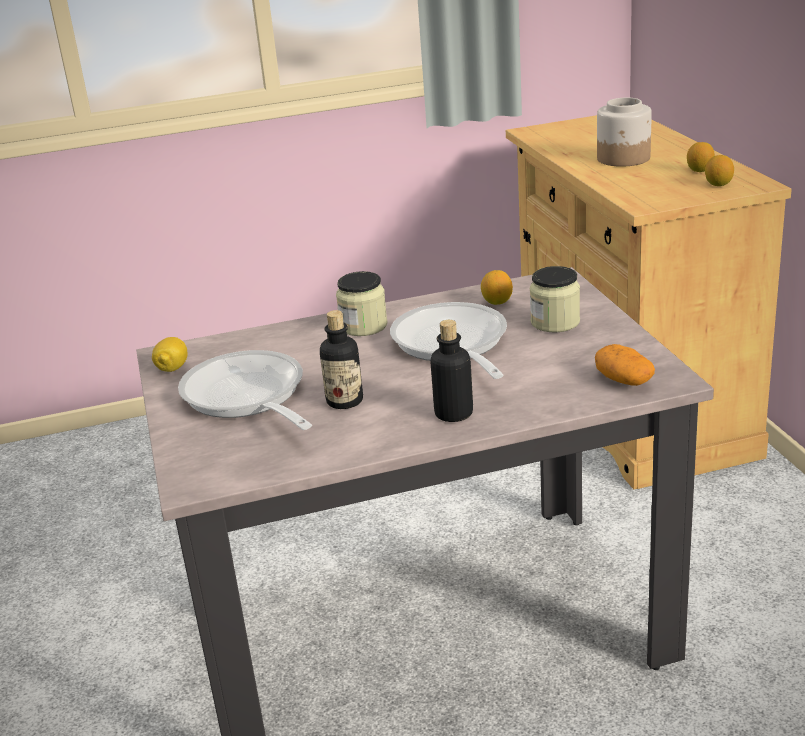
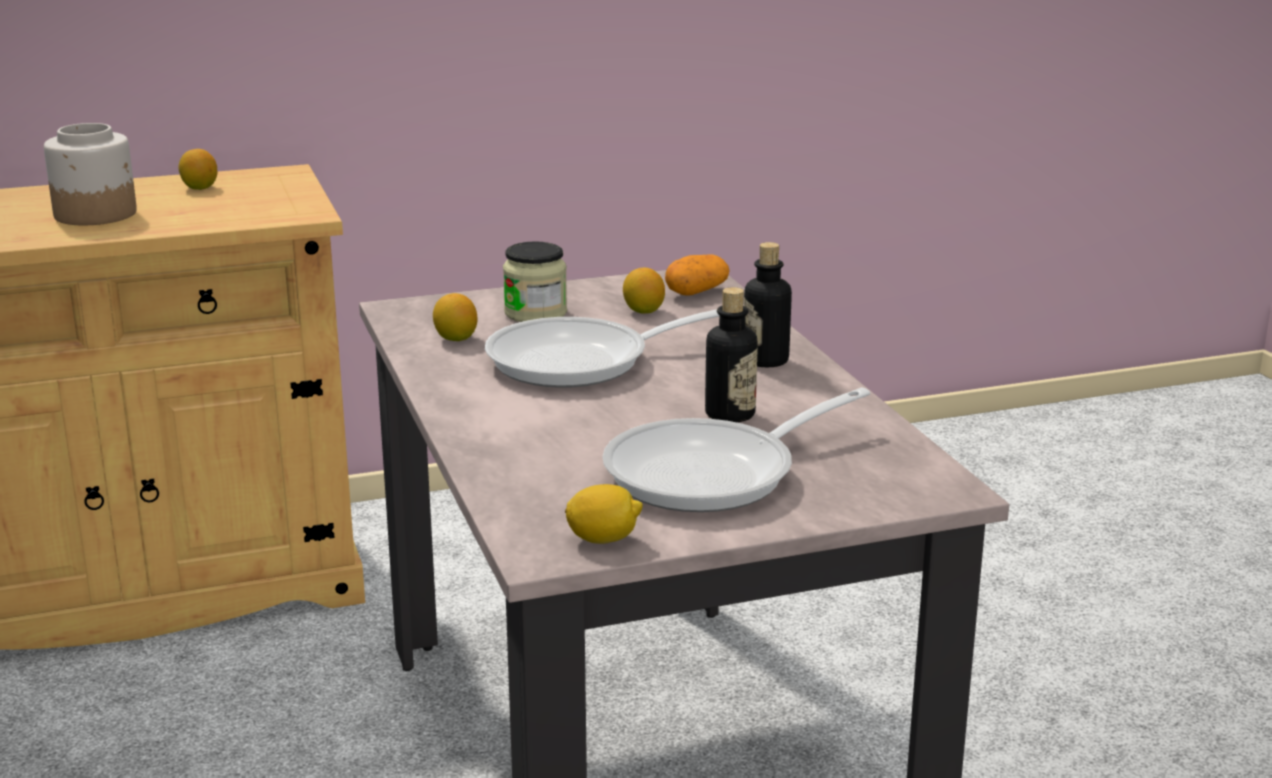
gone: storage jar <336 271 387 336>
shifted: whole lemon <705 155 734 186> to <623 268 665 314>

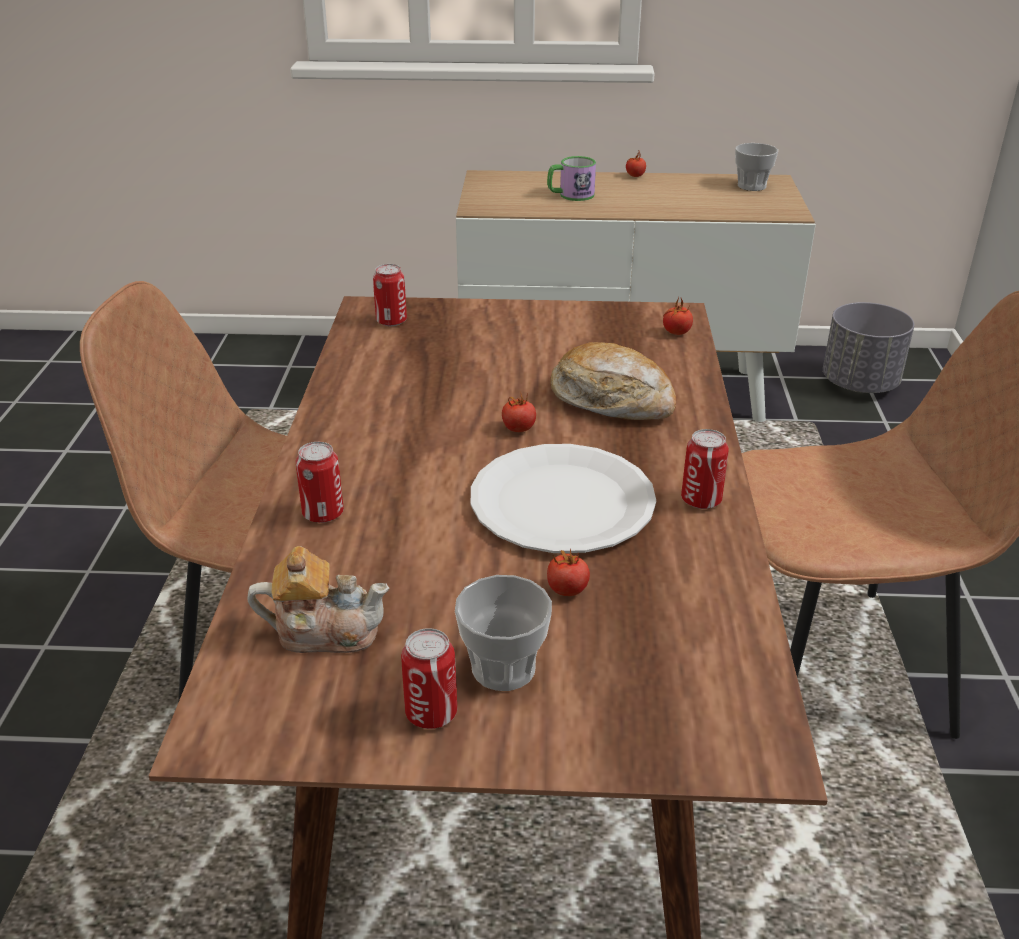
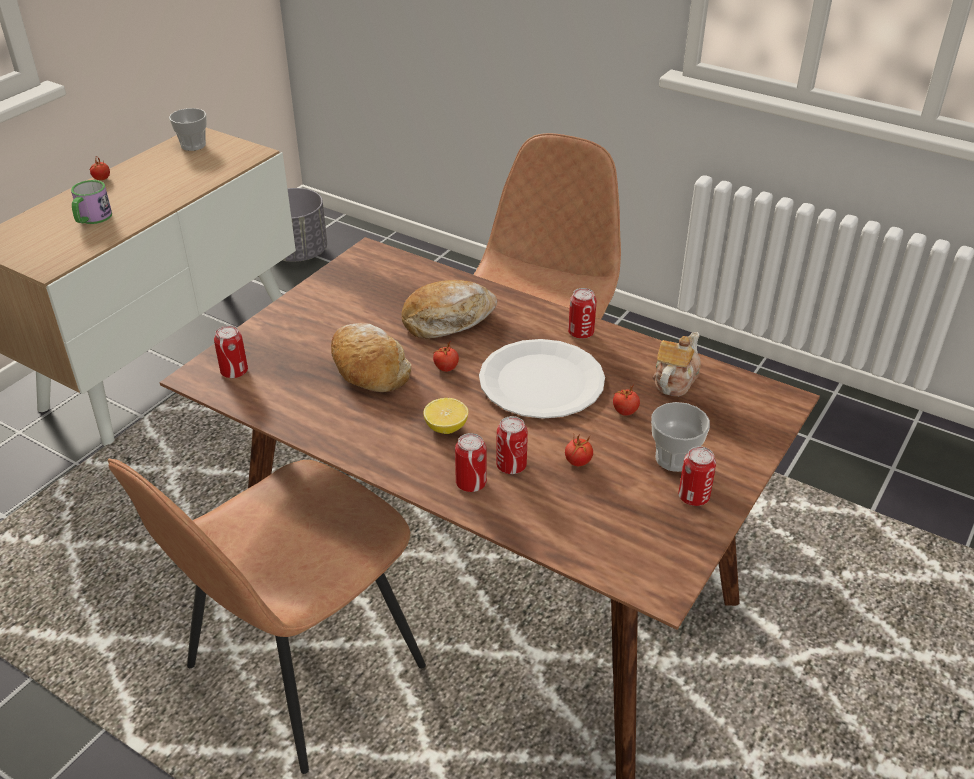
new: bread <331 323 411 392>; whole lemon <423 398 468 434>; can <496 416 528 474>
shifted: fresh tomato <663 298 693 335> to <565 434 593 466>; teapot <247 546 390 653> to <652 332 701 397>

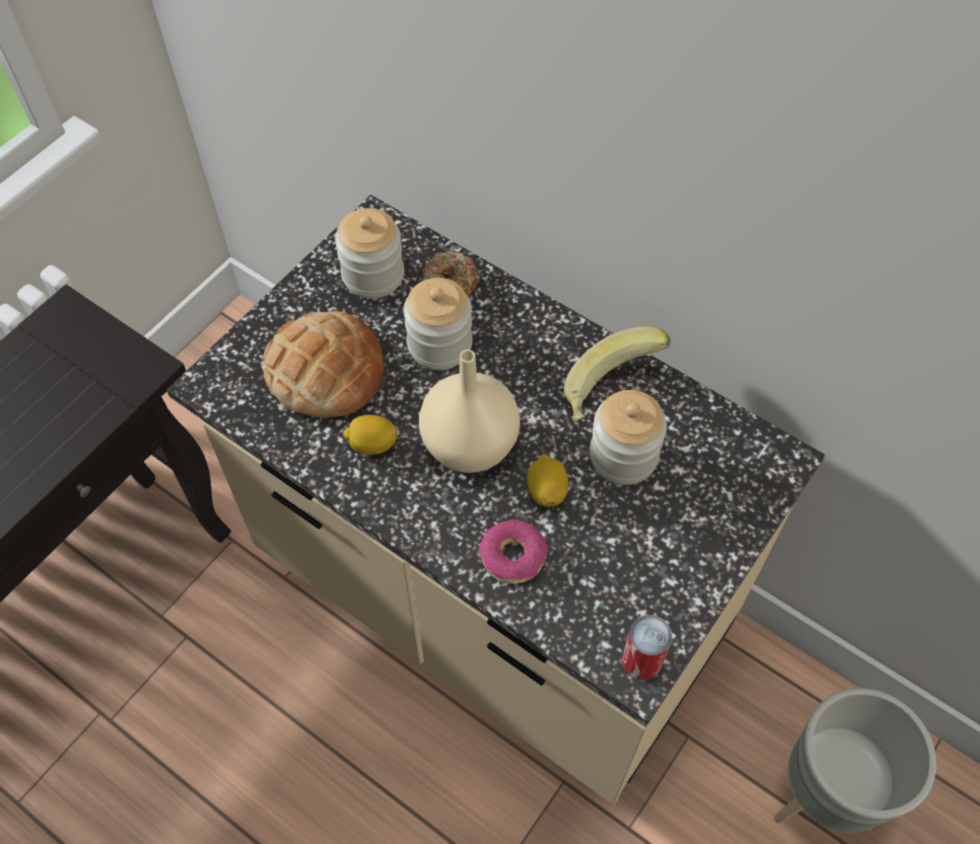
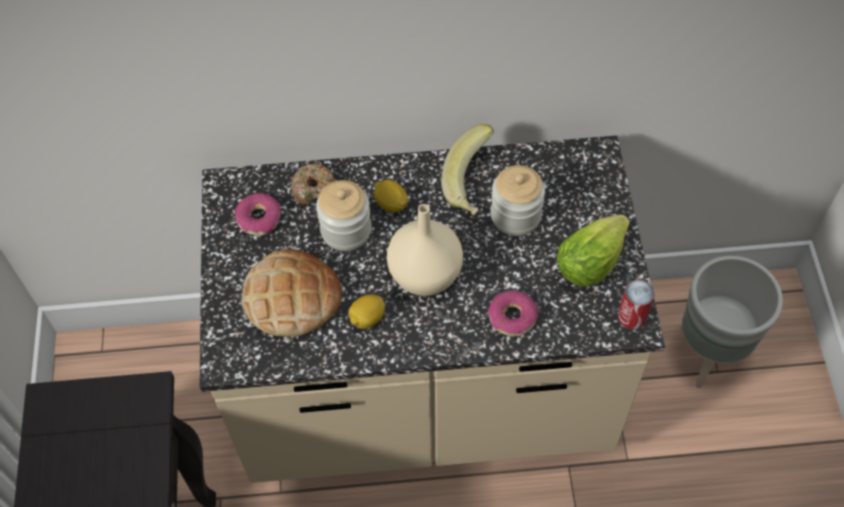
new: lettuce <557 215 630 287>
shifted: whole lemon <527 454 568 507> to <374 180 408 212>
swapped: storage jar <335 208 404 299> to doughnut <235 193 281 236>

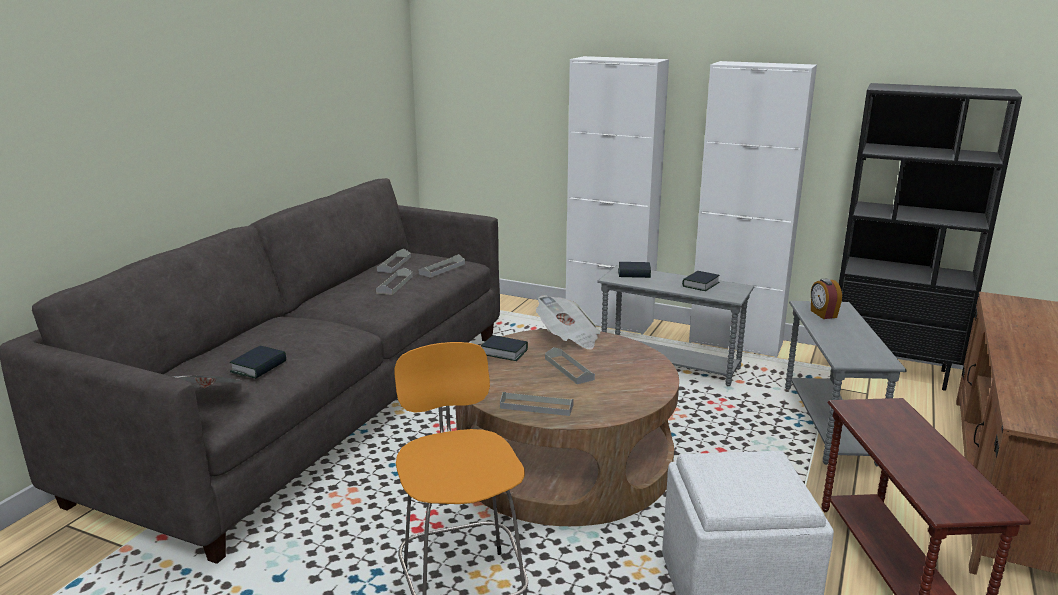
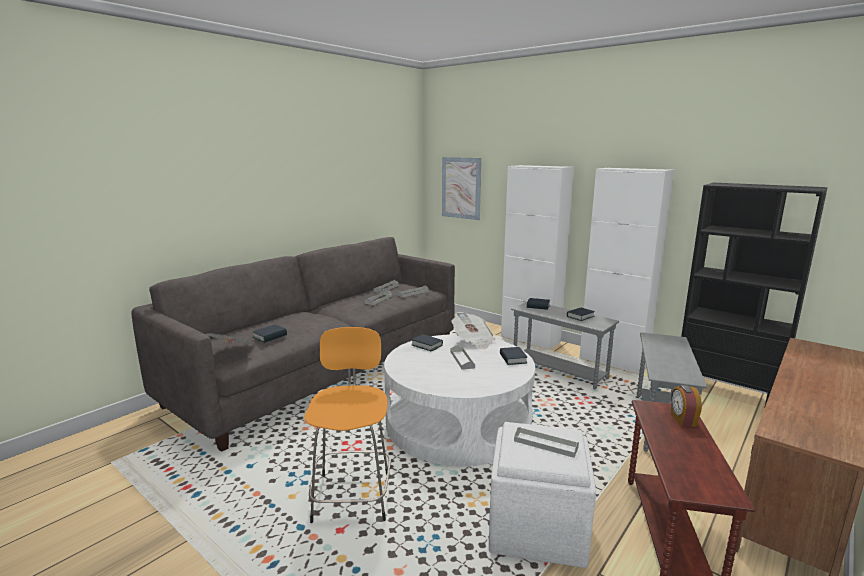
new: picture <442 157 482 220>; volume <500 347 527 365>
shifted: carrying tray (gray) <500 392 574 416> to <514 427 579 458>; alarm clock <811 279 842 319> to <671 385 702 427>
repainted: coffee table (brown-coloured) <455 329 679 526> to coffee table (white-coloured) <384 334 535 466>

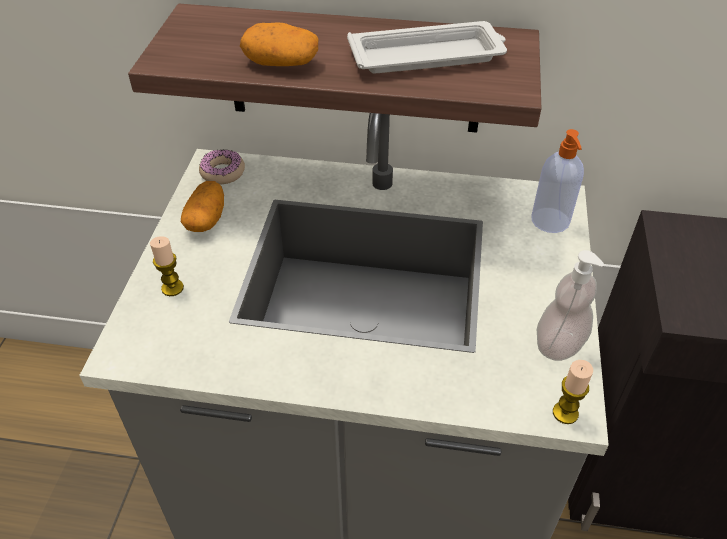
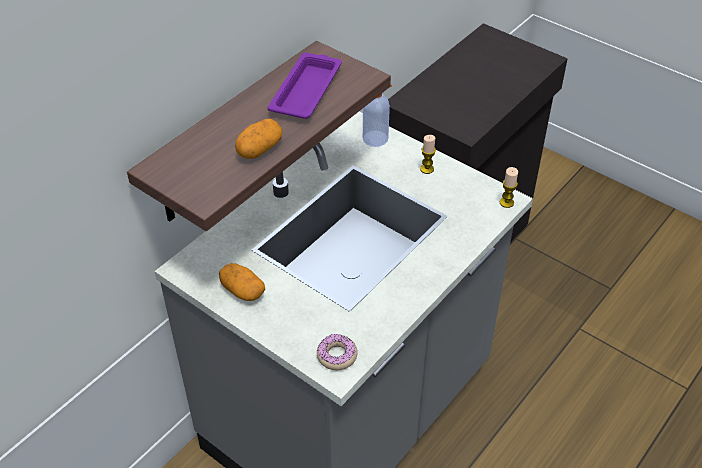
gone: liquid soap bottle <537 250 604 361>
shifted: doughnut <199 149 245 184> to <317 334 358 370>; wax light <150 236 184 296> to <420 135 436 174>
repainted: carrying tray (white-coloured) <347 21 507 73> to carrying tray (purple) <267 53 342 119>

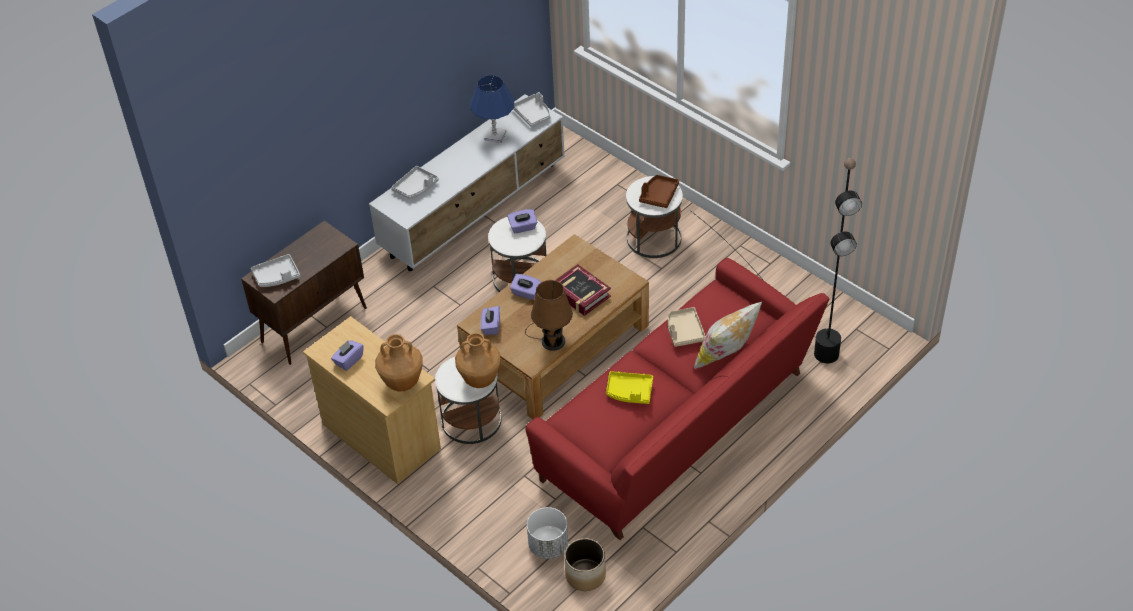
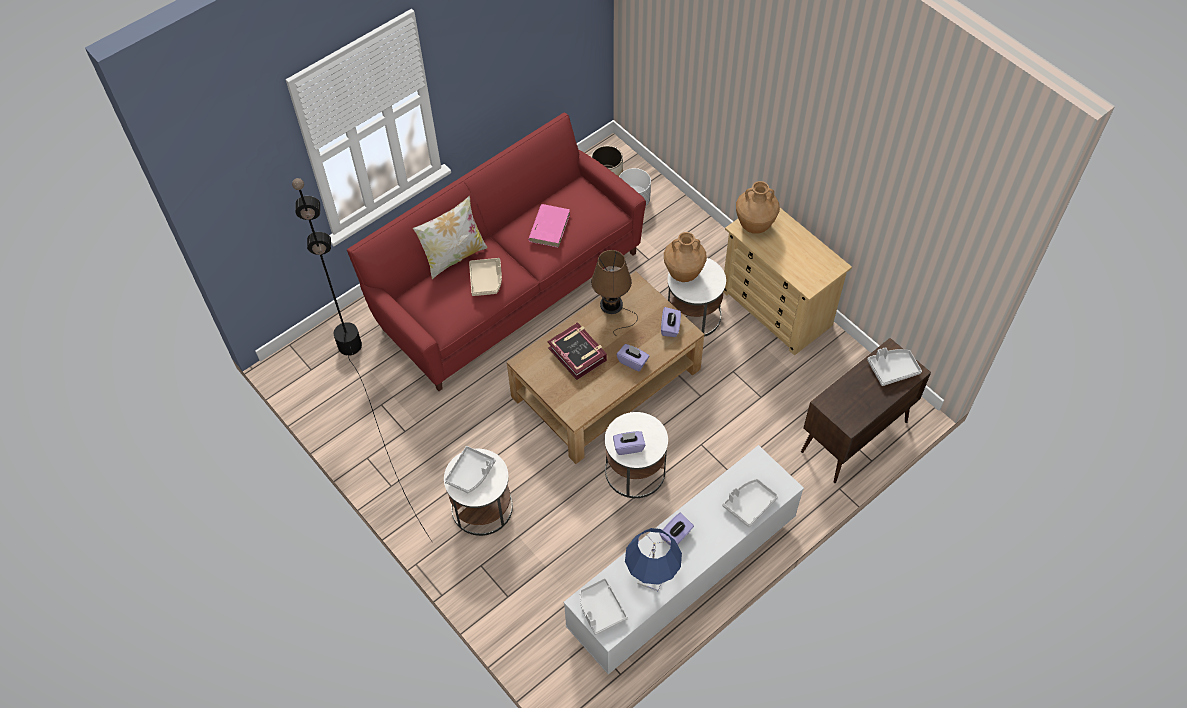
shifted: tissue box (purple) <331 340 364 371> to <660 513 694 545>
swapped: carrying tray (yellow) <606 371 653 404> to volume (pinkish) <528 204 570 248>
repainted: carrying tray (brown-coloured) <639 175 679 208> to carrying tray (gray) <445 446 496 493>

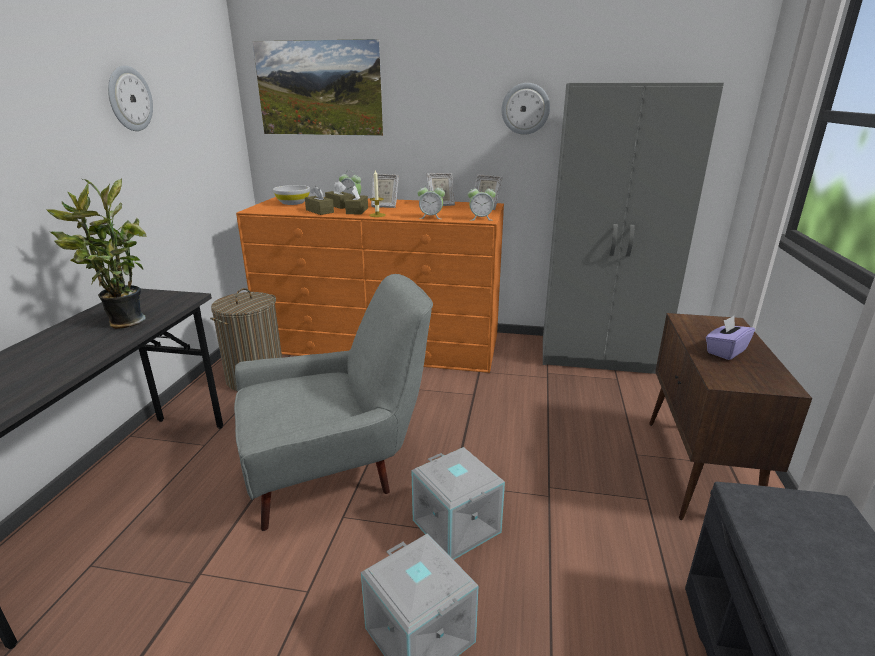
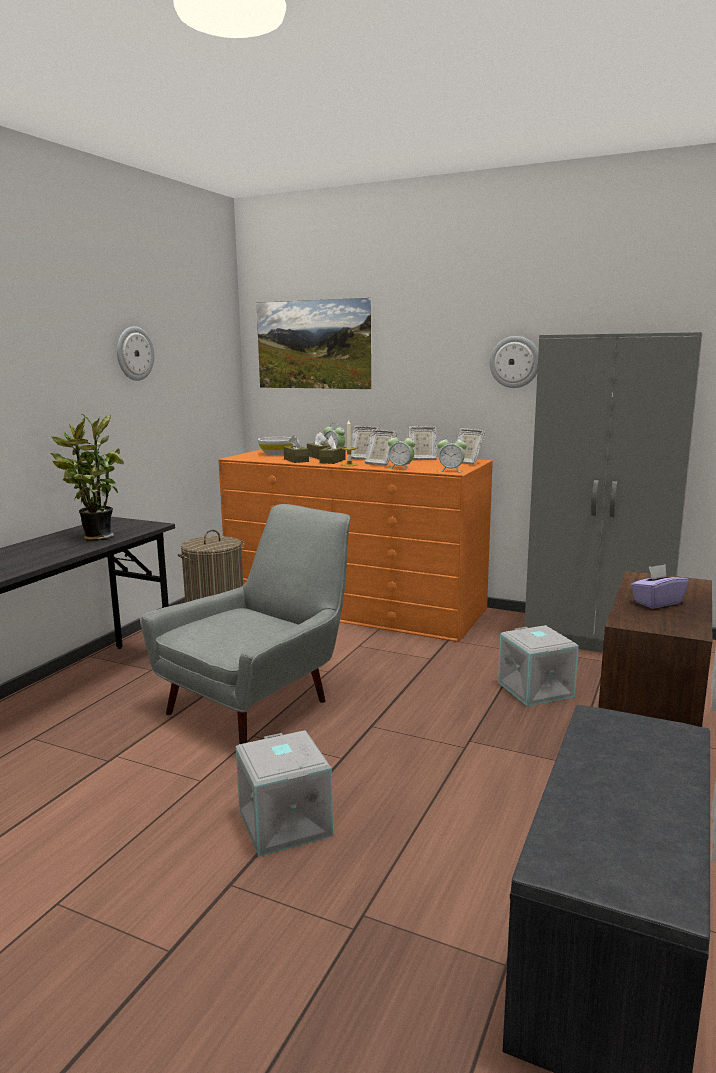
new: photo frame <365 429 397 466>
shifted: storage box (gray) <411 447 505 560> to <498 625 579 706>
rotated: lounge chair (gray) <234 274 433 531> = <140 504 351 744> 45 degrees counterclockwise

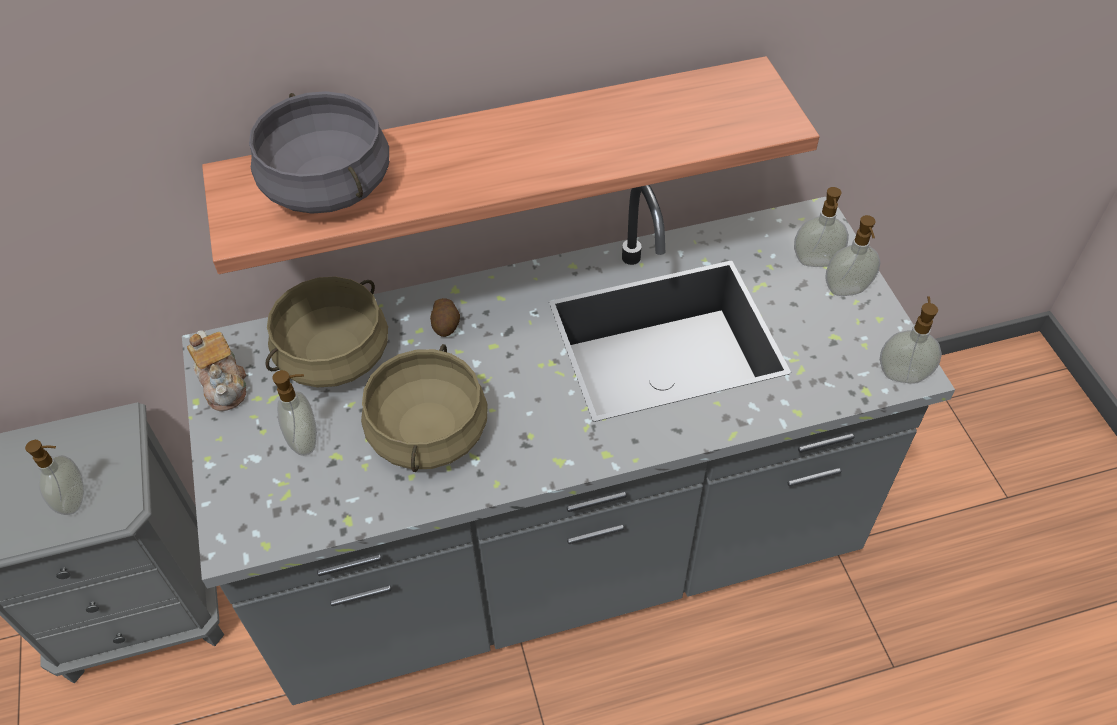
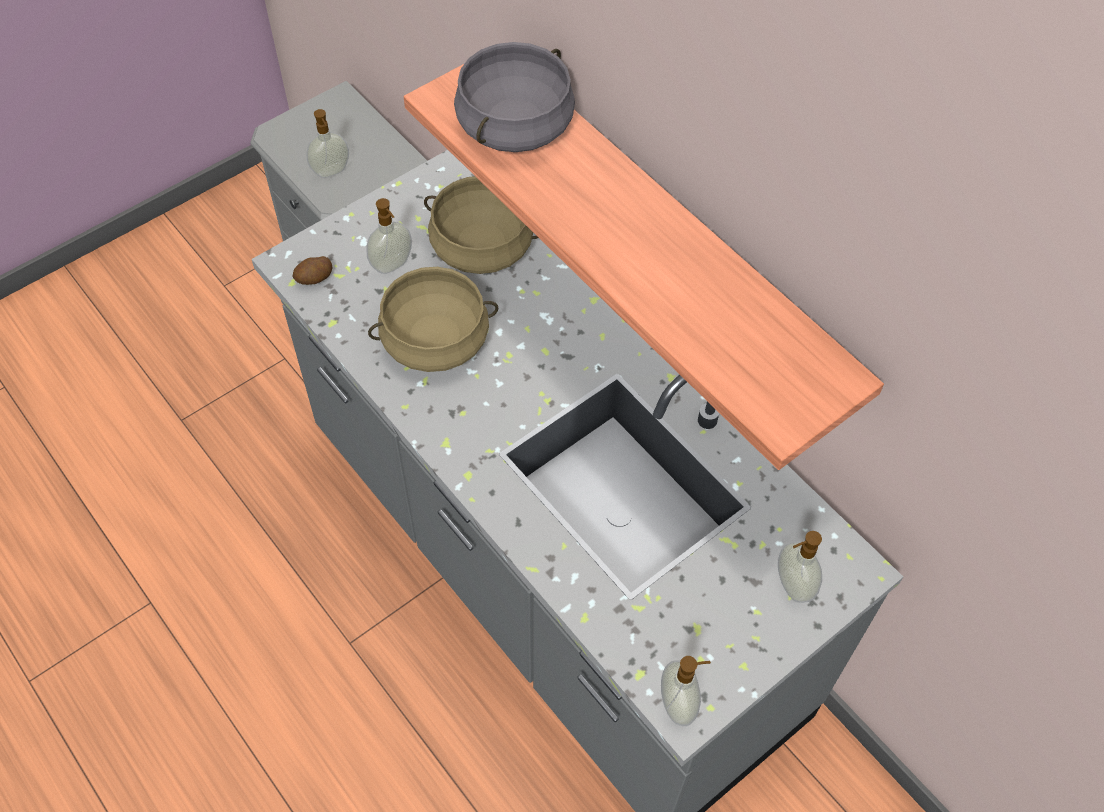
gone: teapot <187 330 246 411>; liquid soap bottle <825 215 881 296>
shifted: potato <430 298 460 337> to <292 256 332 285>

